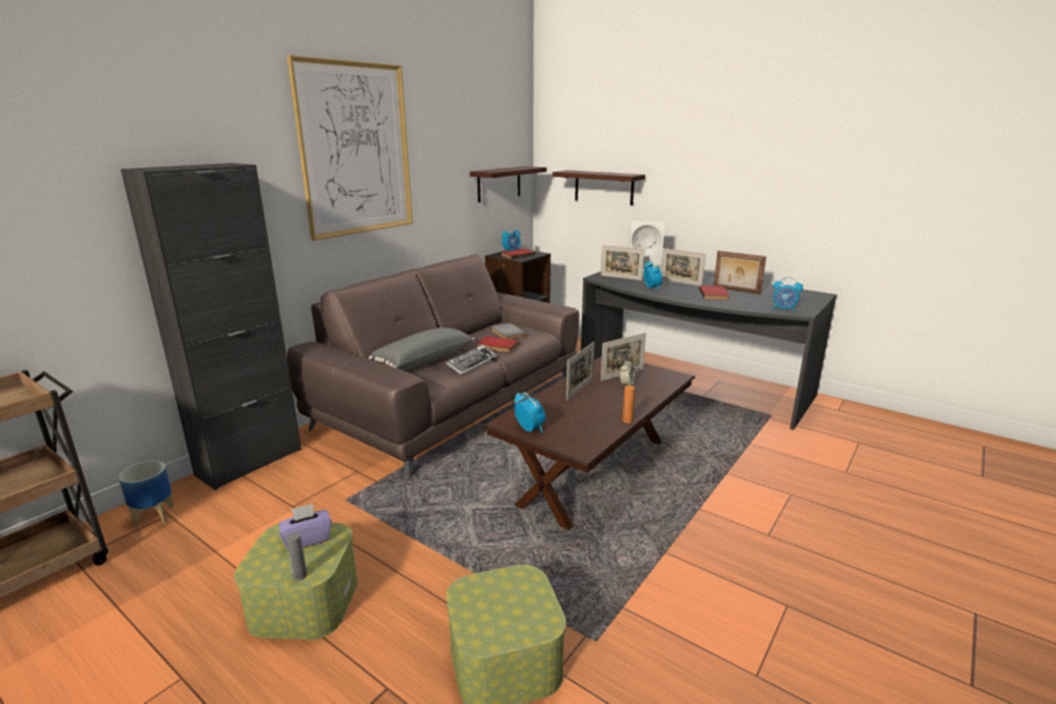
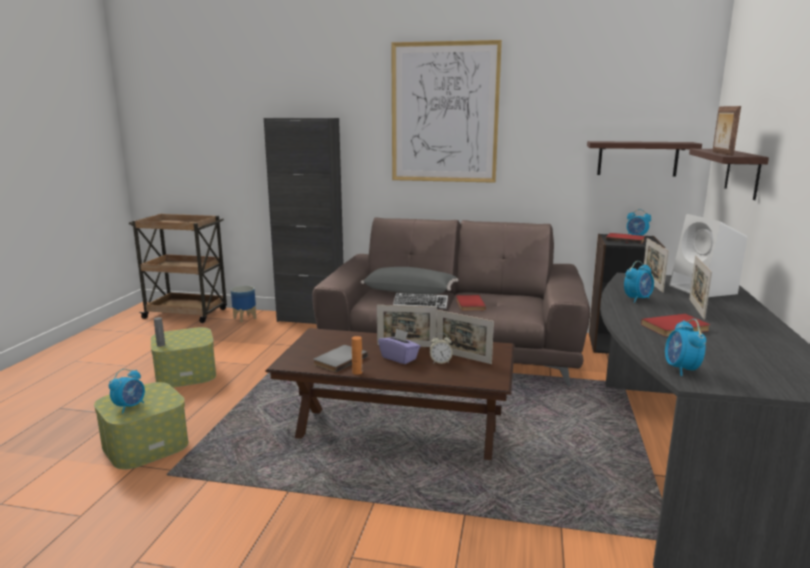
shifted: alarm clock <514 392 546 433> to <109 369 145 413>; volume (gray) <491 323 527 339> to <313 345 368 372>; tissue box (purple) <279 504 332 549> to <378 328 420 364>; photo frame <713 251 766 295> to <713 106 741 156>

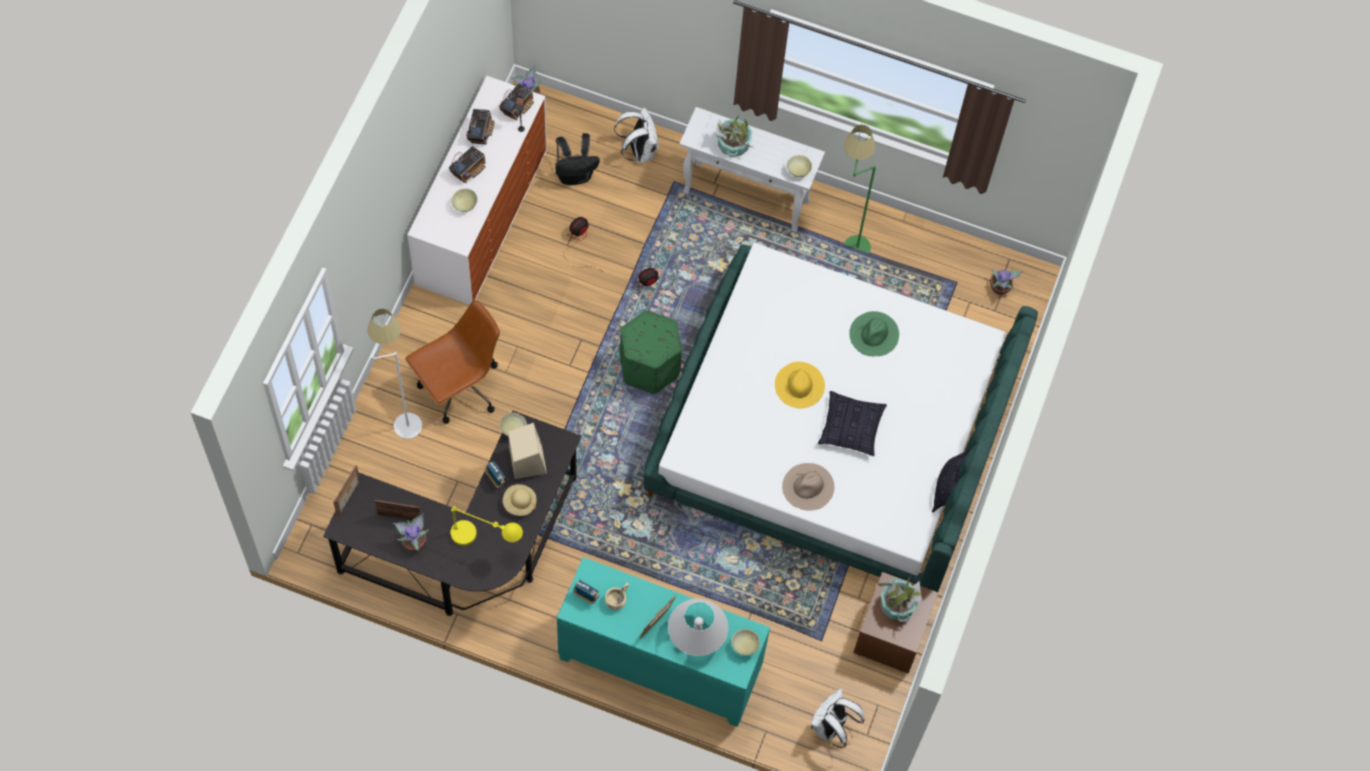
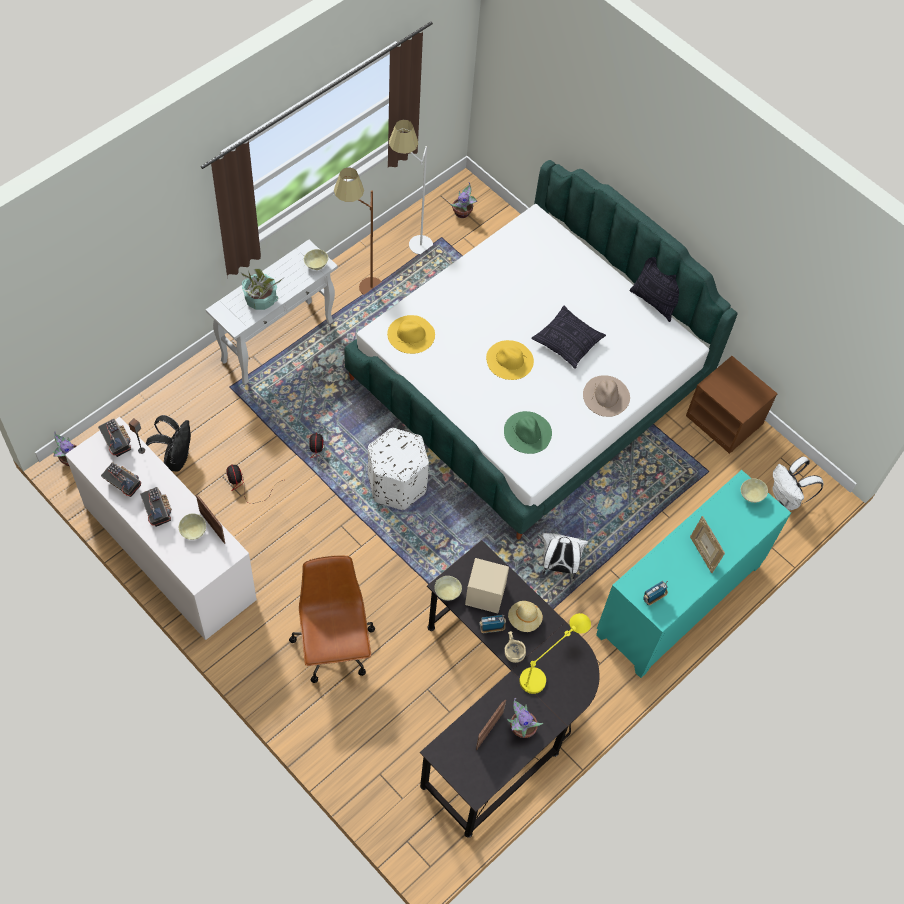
gone: tabletop lamp (white-coloured) <668 599 728 656>; houseplant <875 576 922 622>
new: clothing hat (yellow) <387 315 435 354>
shifted: photo frame <333 465 360 516> to <196 495 225 544>; standing lamp (white-coloured) <367 309 422 439> to <389 120 433 254>; clothing hat (greenish) <849 311 899 356> to <504 411 552 454>; bowl (beige-coloured) <605 582 629 610> to <505 631 526 663>; rucksack (white-coloured) <614 108 659 163> to <542 533 588 579>
repainted: standing lamp (greenish) <844 125 876 253> to standing lamp (brown-coloured) <334 168 382 295>; pouffe (greenish) <620 310 682 394> to pouffe (white-coloured) <367 428 429 510>

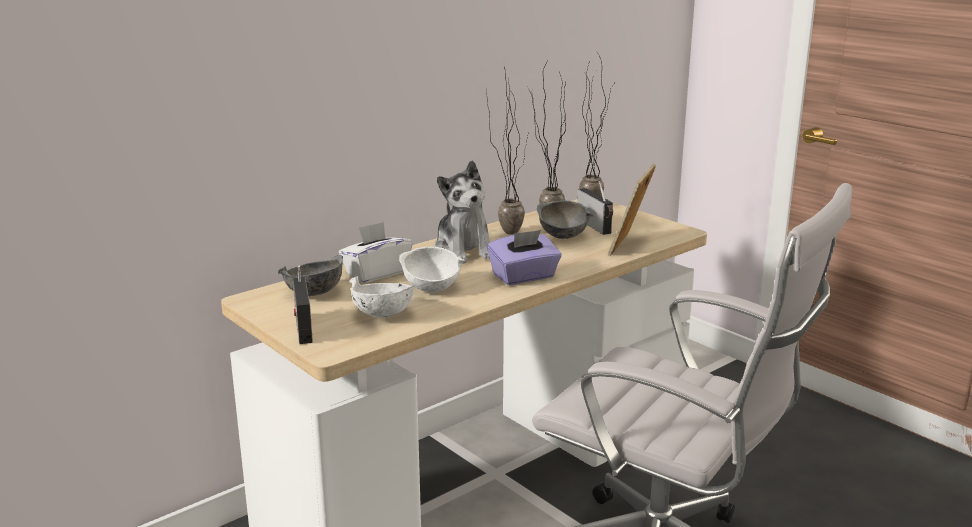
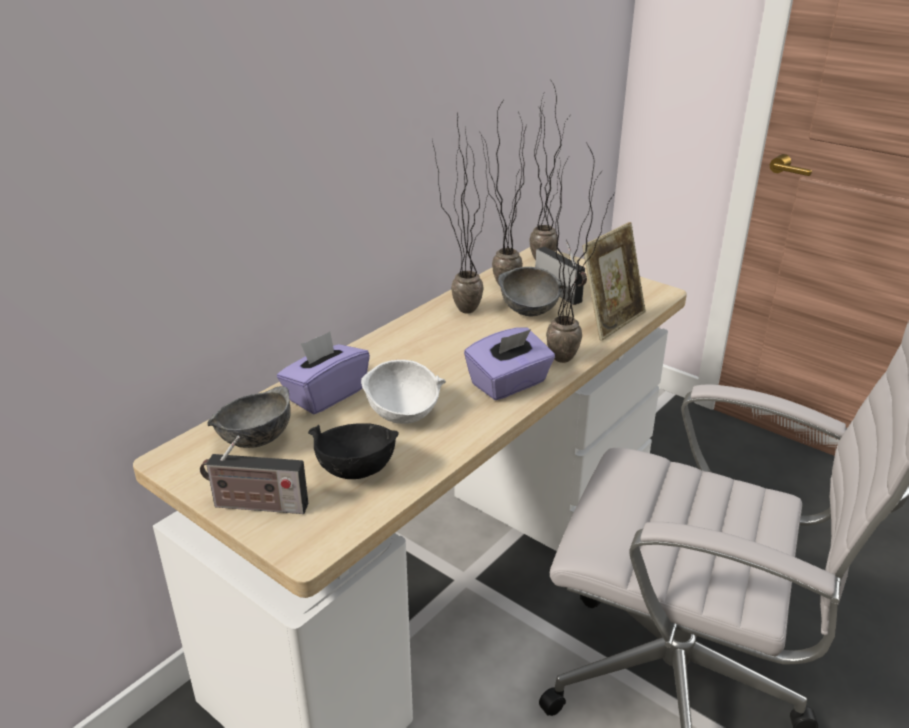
gone: plush toy <434 160 490 262>
new: houseplant <546 142 613 363>
repainted: tissue box (white-coloured) <339 222 413 283> to tissue box (purple) <277 331 370 415>; bowl (white-coloured) <349 276 416 317> to bowl (black) <308 423 399 479>
rotated: radio set <293 265 313 344> = <200 436 308 514> 60 degrees counterclockwise; photo frame <608 164 656 256> = <582 222 646 341> 150 degrees counterclockwise

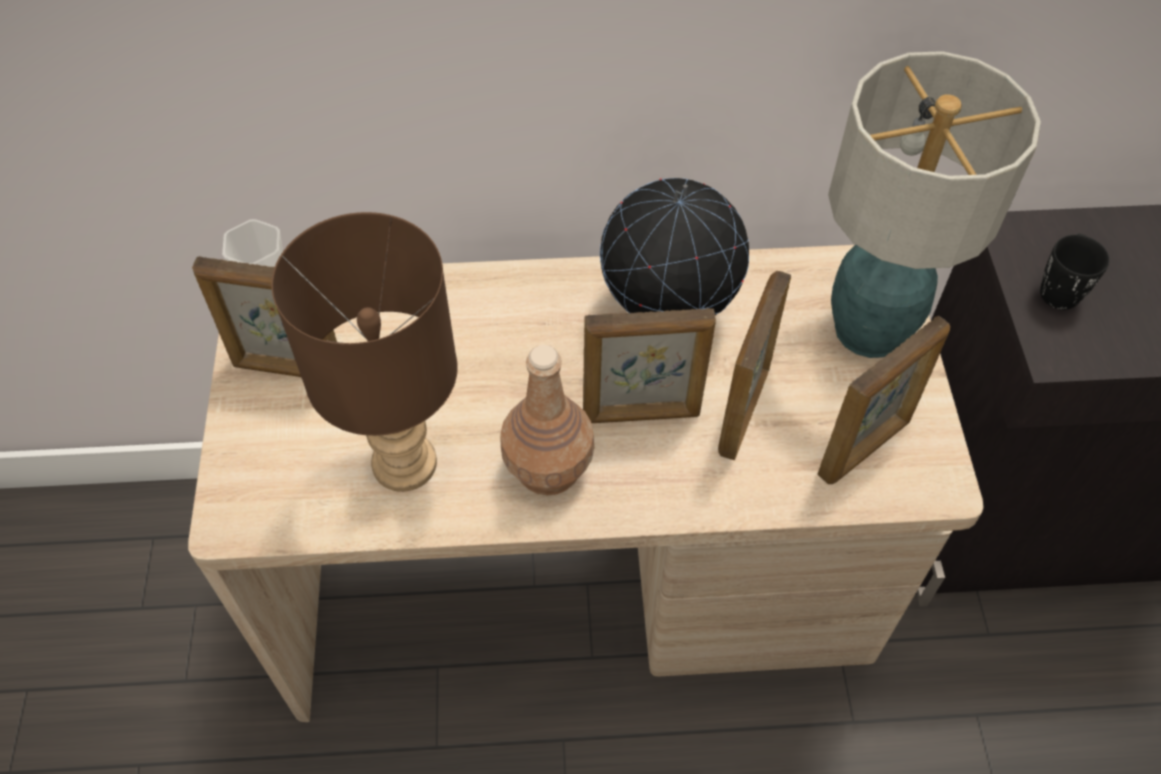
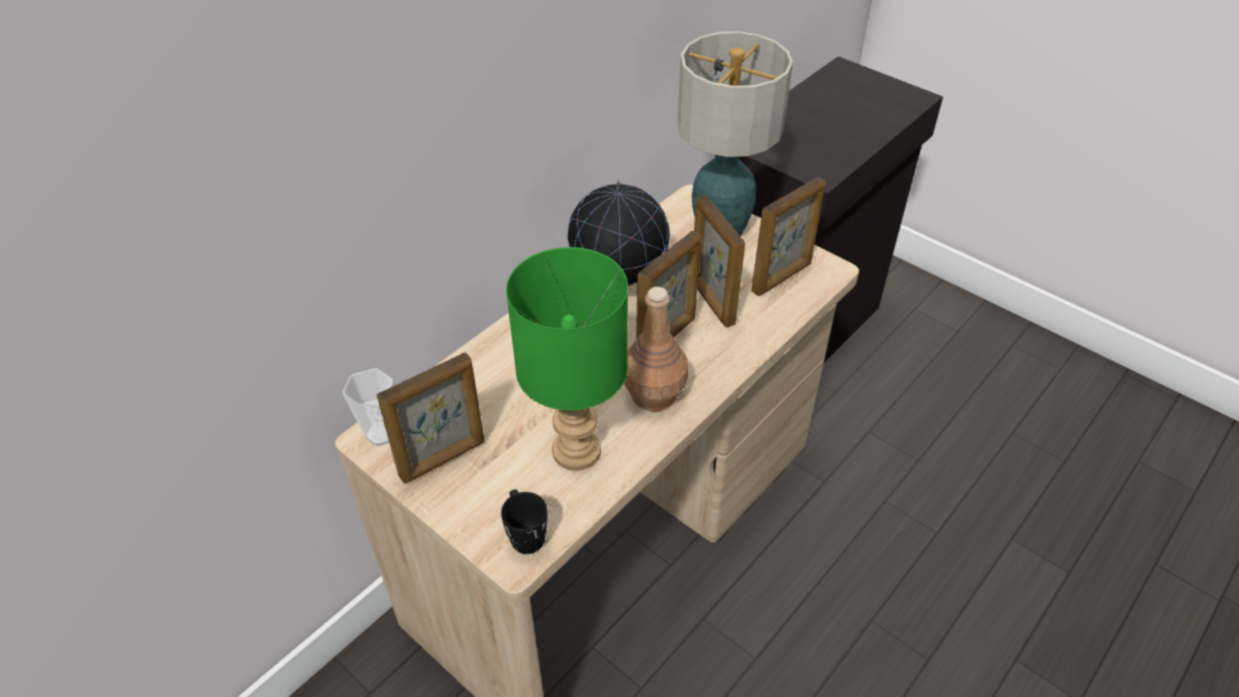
shifted: tea mug (black) <1040 234 1109 310> to <501 489 548 554>
repainted: tabletop lamp (brown-coloured) <271 212 458 492> to tabletop lamp (greenish) <506 247 628 471>
rotated: photo frame <818 316 950 484> = <751 177 826 296> 45 degrees clockwise

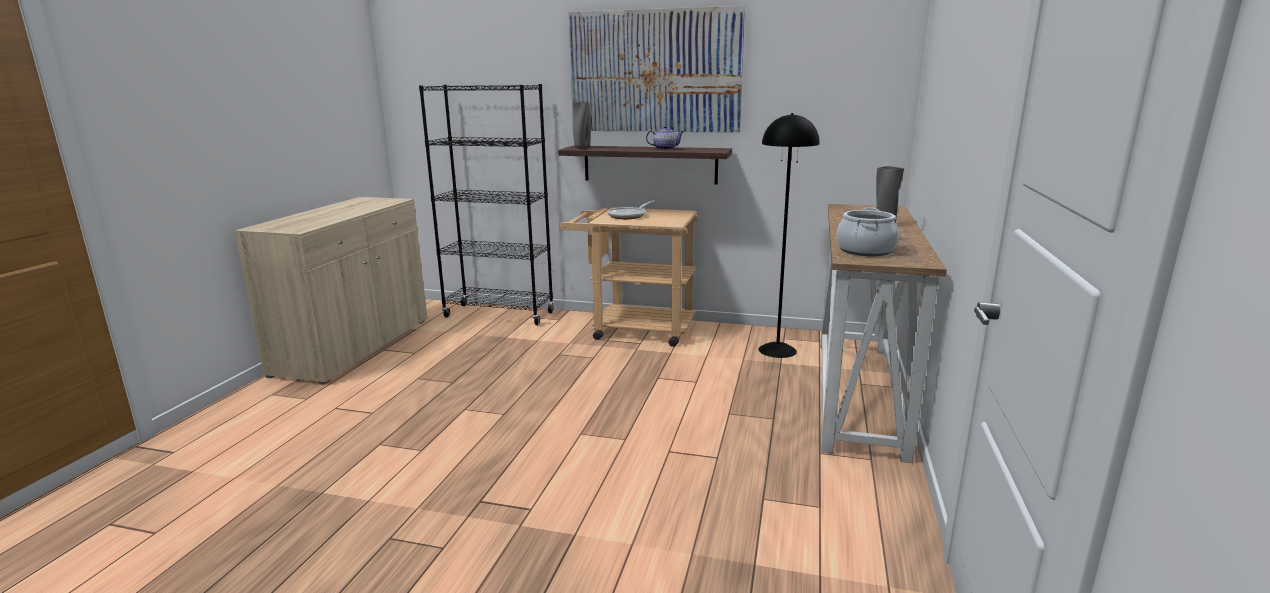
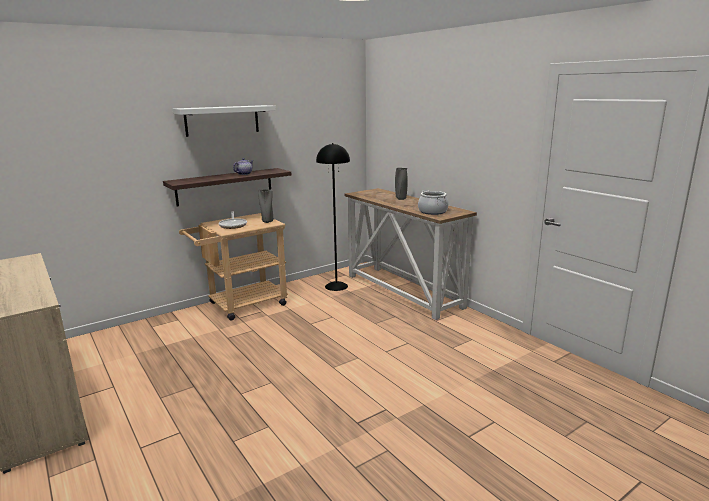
gone: bookcase (black) <419 84 554 325>
shifted: vase (gray) <573 101 591 149> to <258 189 273 223>
swapped: picture <569 6 745 133> to wall shelf (white-coloured) <172 105 276 137>

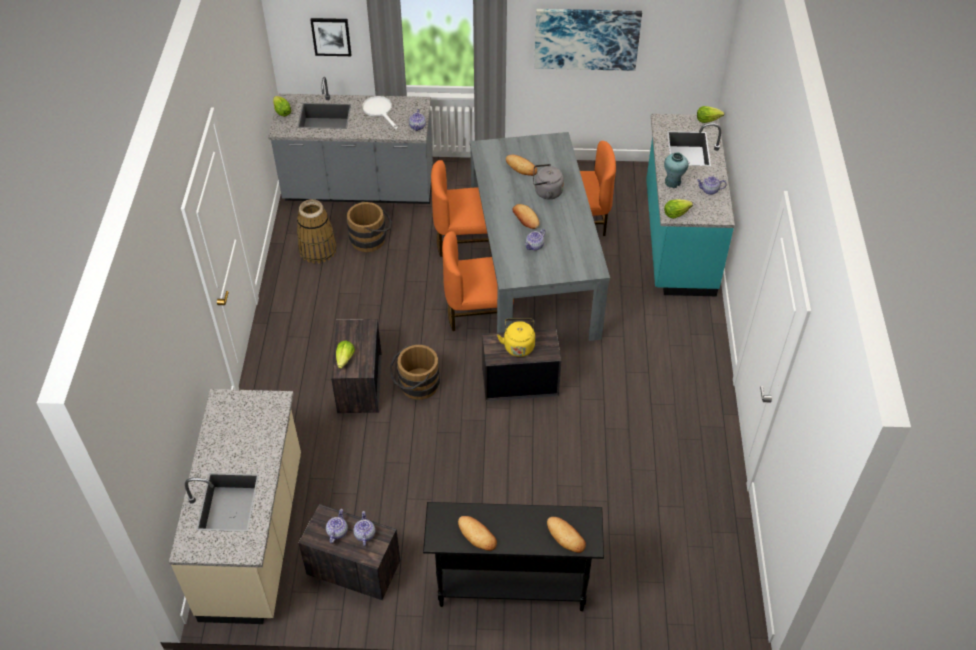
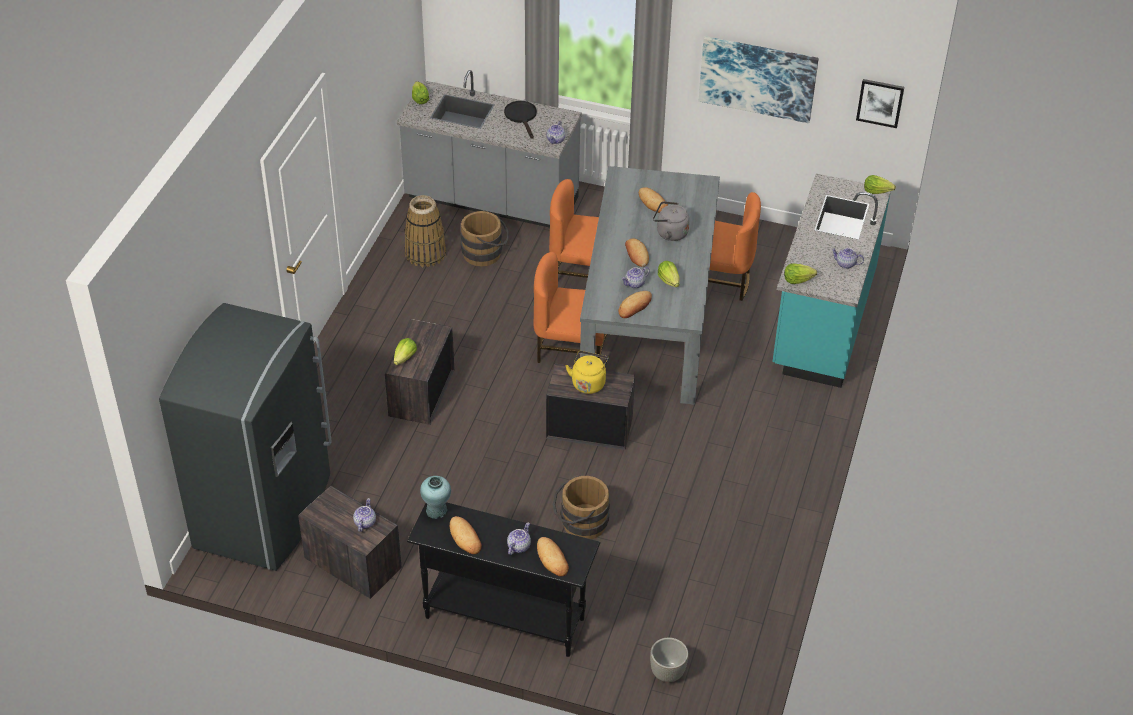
new: bread <618 291 652 318>; flower pot (gray) <650 637 688 682>; lettuce <658 261 680 287>
shifted: vase (turquoise-coloured) <664 152 689 188> to <420 476 451 519>; teapot <326 509 348 544> to <507 522 531 555>; bucket (brown-coloured) <390 345 440 400> to <553 475 610 539>; picture <310 18 352 56> to <856 79 904 128>
swapped: counter (beige-coloured) <169 389 301 624> to fridge (gray) <159 303 332 571>
repainted: frying pan (white-coloured) <362 96 398 129> to frying pan (black) <504 101 537 139>

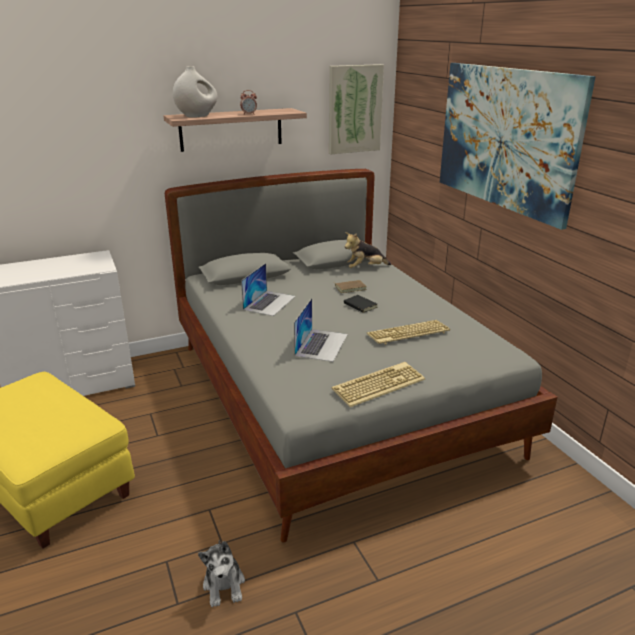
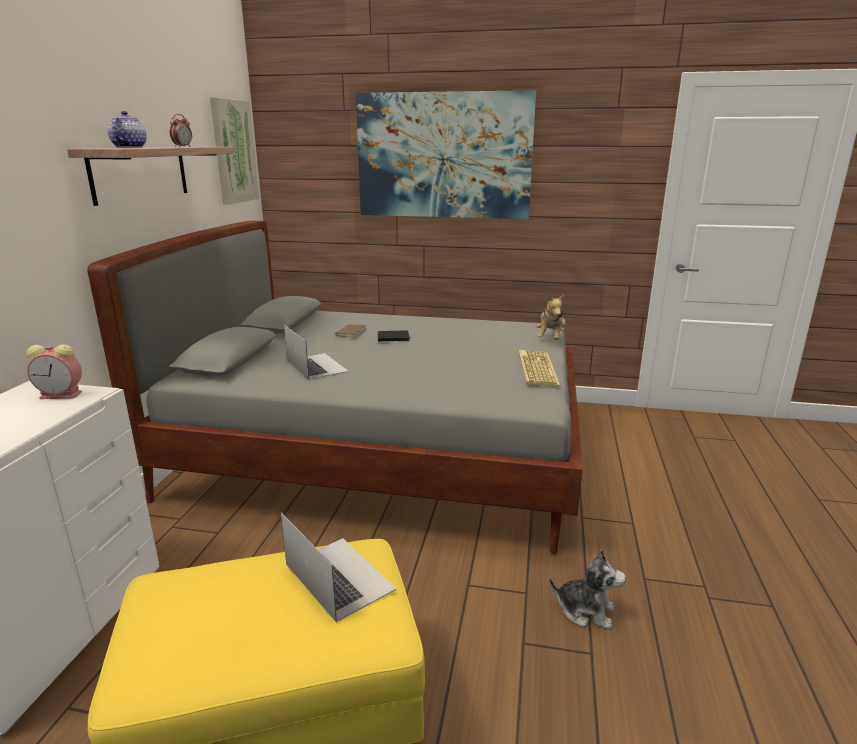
gone: PC keyboard <366 320 450 345>
new: alarm clock <26 344 82 399>
shifted: laptop <294 298 348 362> to <281 512 397 622>; plush toy <345 232 391 268> to <536 294 566 340>
swapped: vase (white-coloured) <173 66 217 118> to teapot <108 111 147 148>

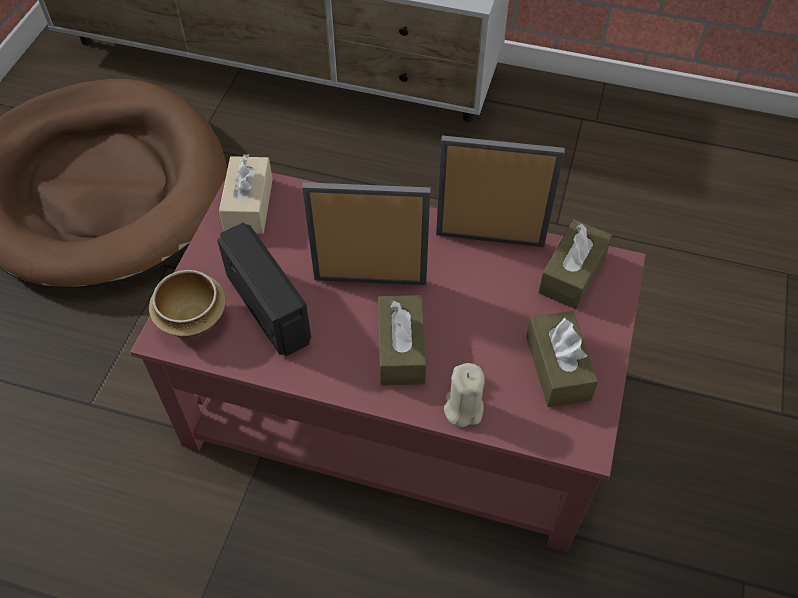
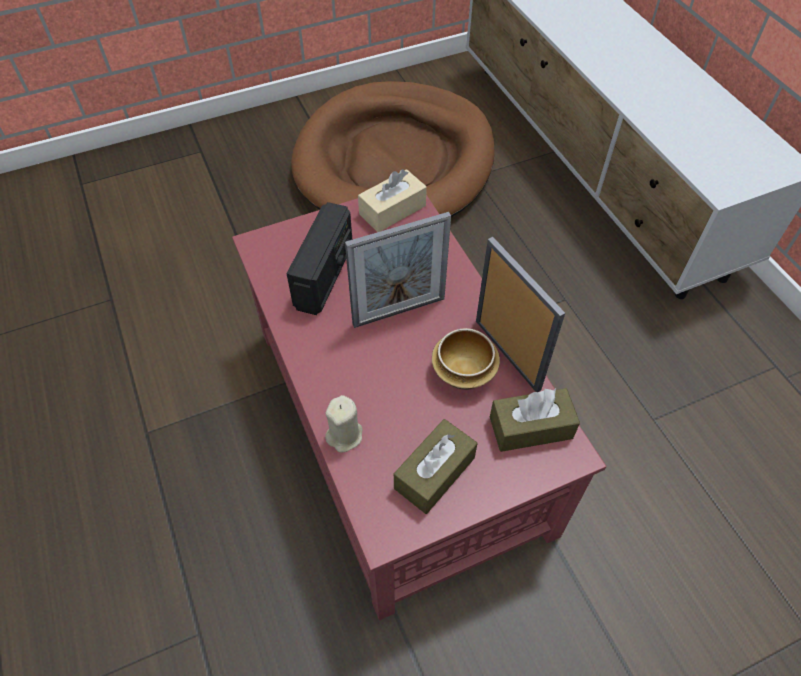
gone: tissue box (brown-coloured) <378 295 426 386>
shifted: bowl <149 270 226 338> to <432 328 500 390>
rotated: photo frame <302 182 430 285> = <345 212 451 328> 105 degrees clockwise

